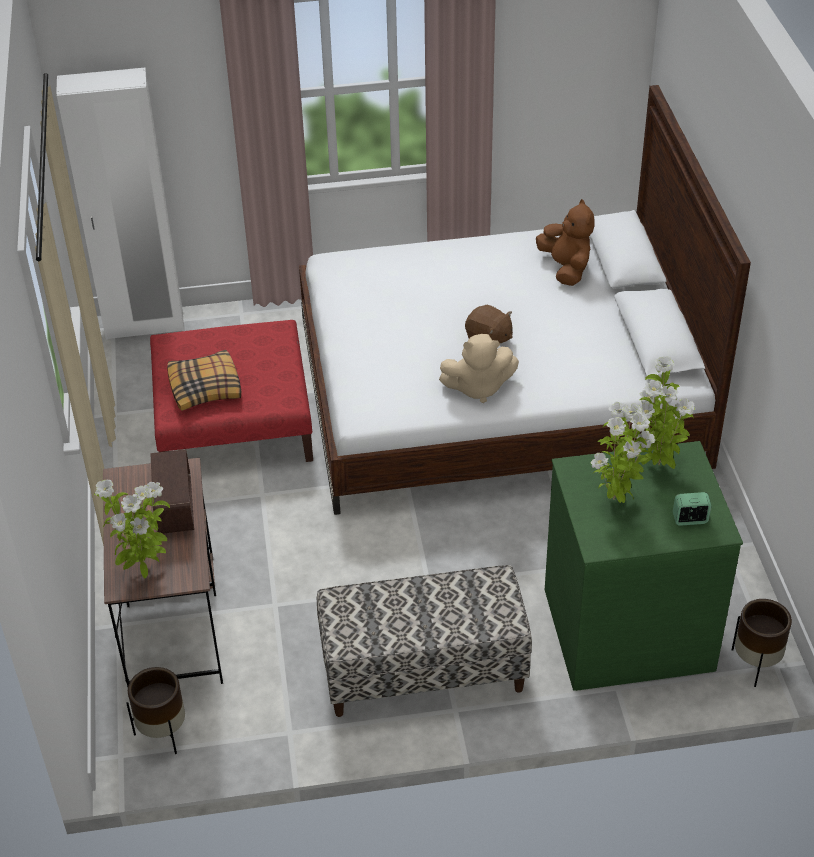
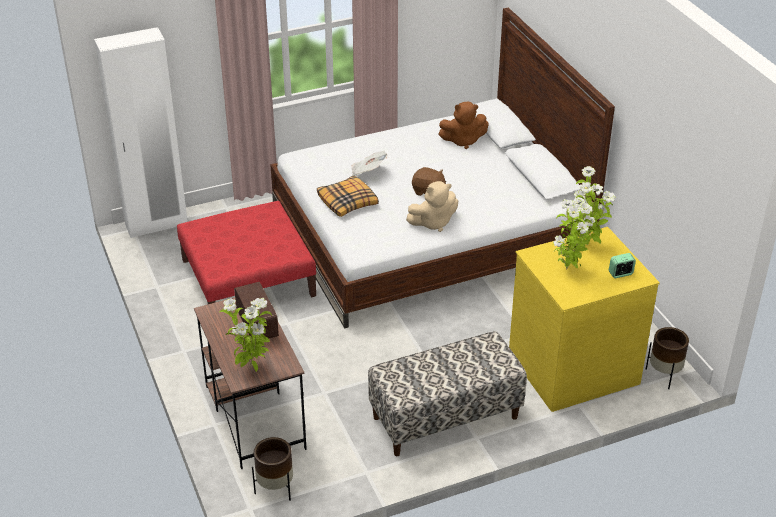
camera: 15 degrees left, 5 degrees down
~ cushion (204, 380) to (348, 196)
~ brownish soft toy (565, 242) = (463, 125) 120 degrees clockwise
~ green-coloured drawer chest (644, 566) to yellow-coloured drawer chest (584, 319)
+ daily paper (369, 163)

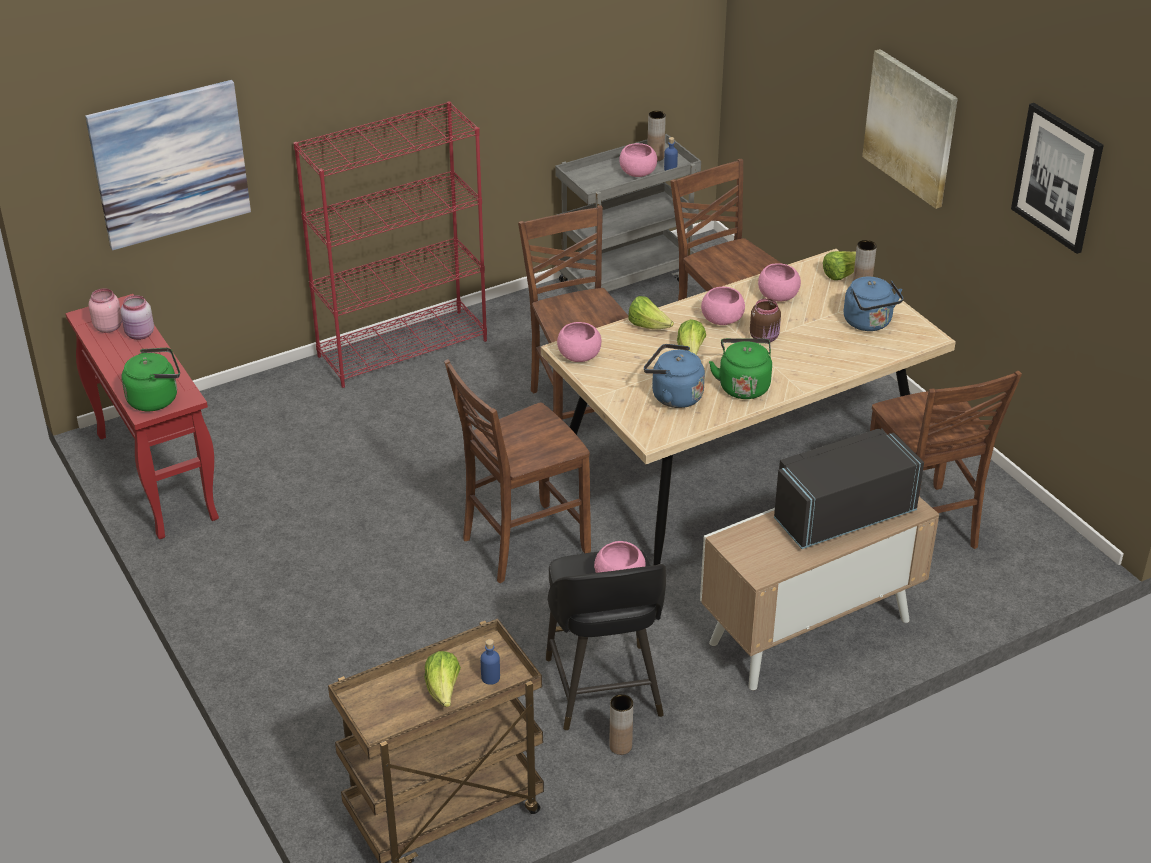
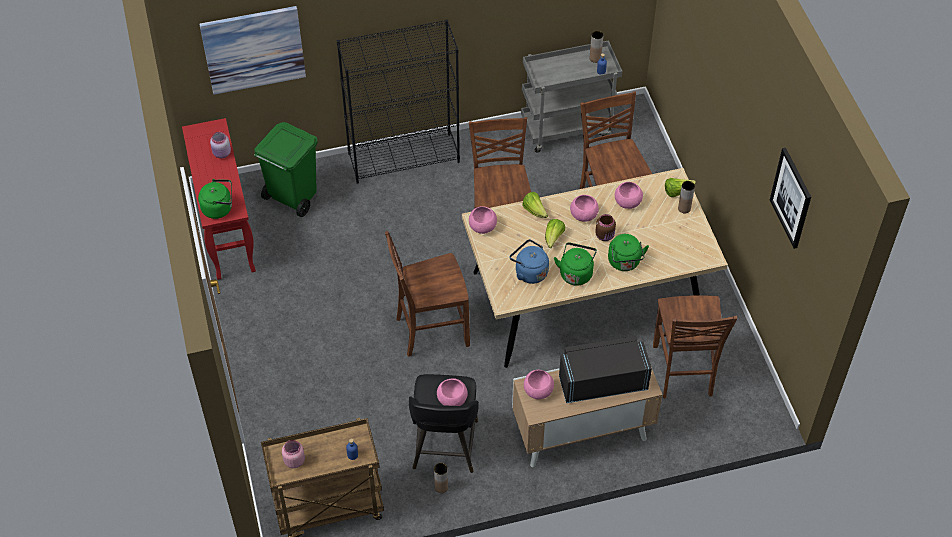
camera: 15 degrees right, 15 degrees up
~ pink preserve jar (105, 310) to (293, 454)
~ red-coloured shelving unit (390, 244) to black shelving unit (398, 102)
- lettuce head (442, 679)
~ pink bowl (638, 160) to (539, 384)
- blue tea kettle (873, 303)
- wall picture (910, 129)
+ green-coloured trash can (286, 169)
+ green-coloured tea kettle (628, 252)

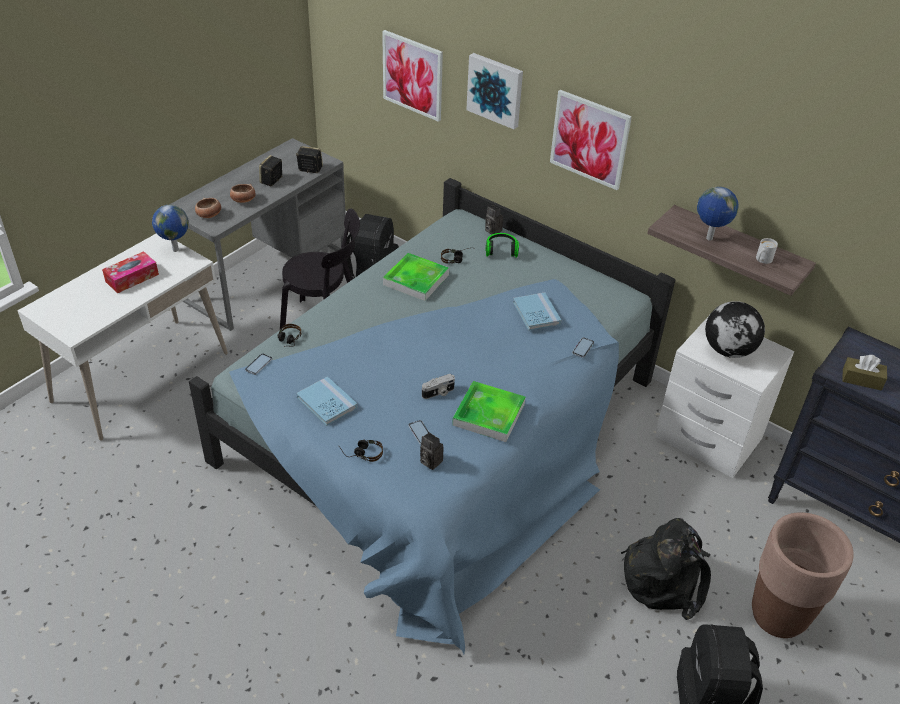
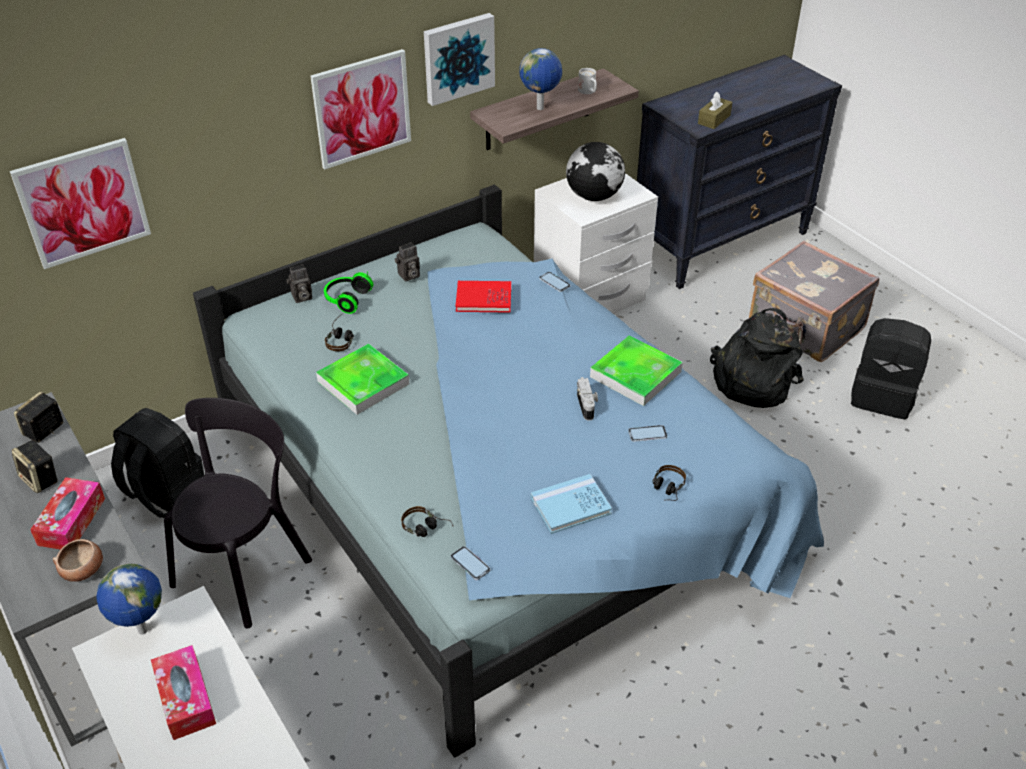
camera: 70 degrees left, 0 degrees up
~ bowl (243, 193) to box of tissues (67, 513)
~ still camera (432, 451) to (407, 262)
~ wall picture (494, 91) to (459, 59)
~ blue book (537, 312) to red-coloured book (483, 297)
~ brownish plant pot (803, 575) to gray suitcase (814, 301)

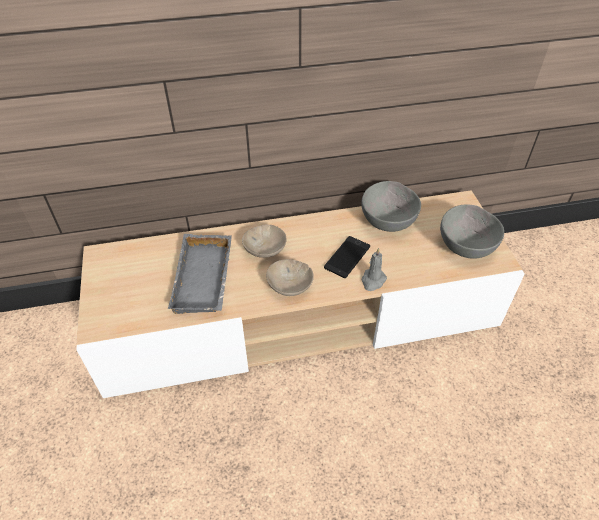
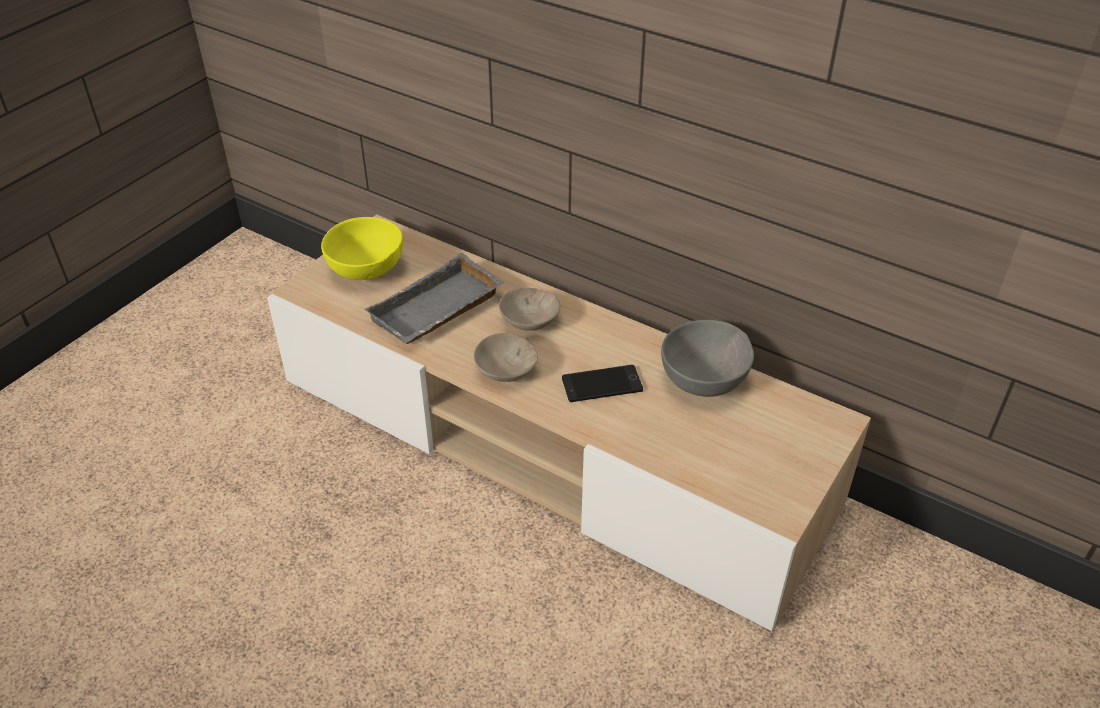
camera: 45 degrees right, 5 degrees down
- gray candle (374, 269)
- gray bowl (472, 231)
+ yellow-coloured bowl (362, 248)

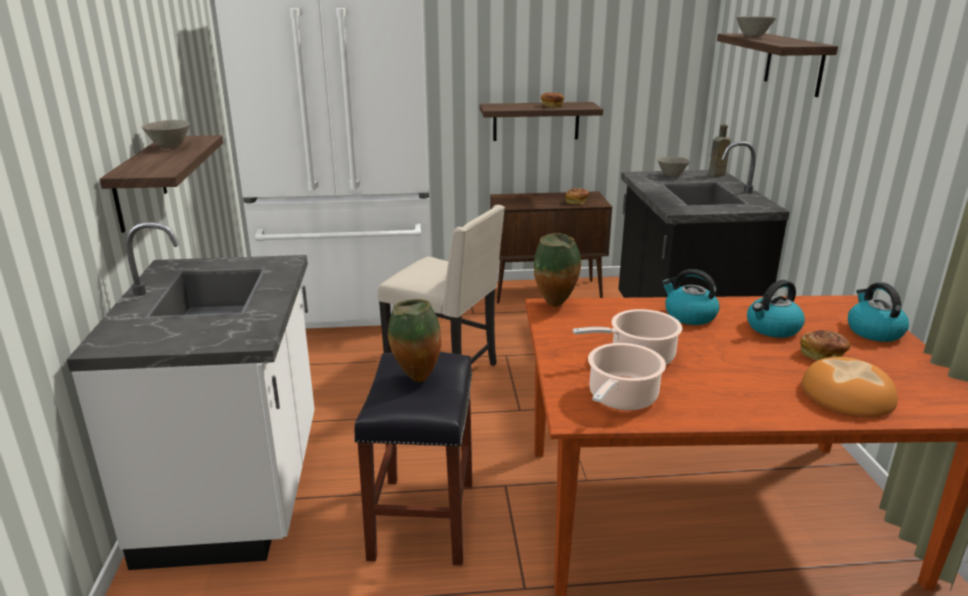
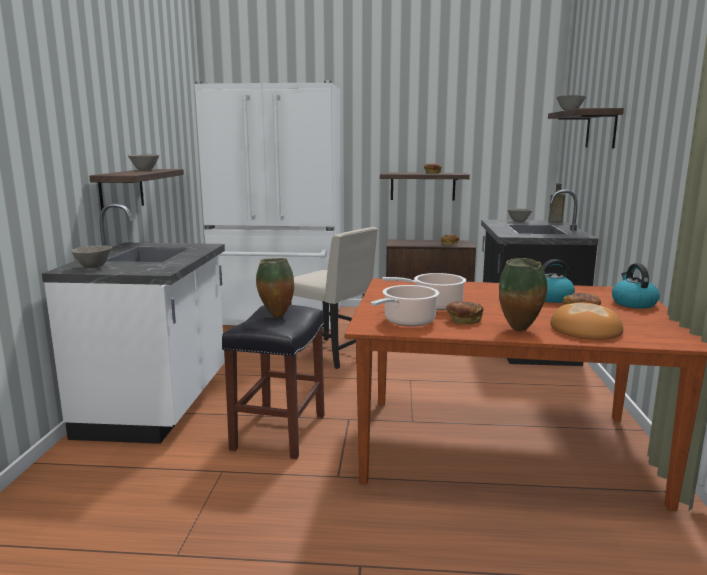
camera: 10 degrees right, 10 degrees down
~ vase (557, 270) to (523, 295)
- tea kettle (690, 297)
+ gray bowl (91, 256)
+ baked bread (464, 313)

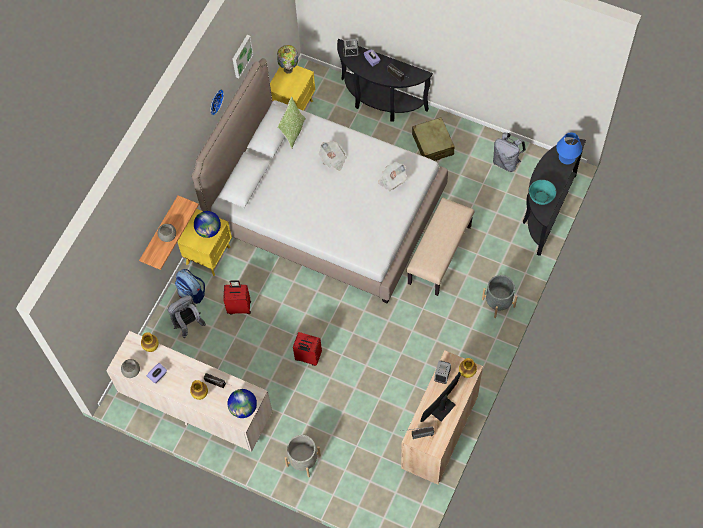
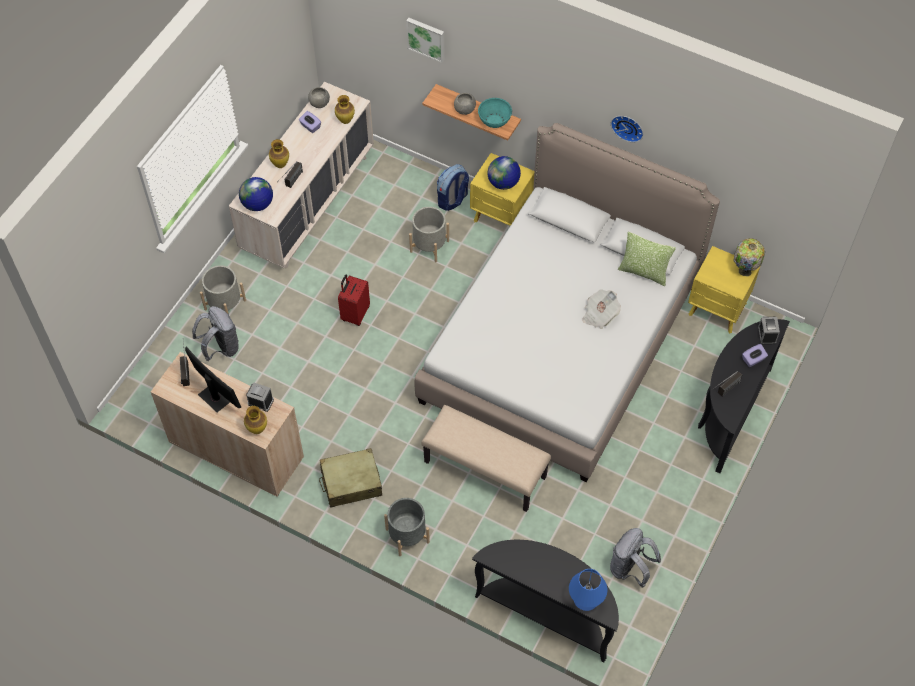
camera: 90 degrees right, 5 degrees down
~ gray knapsack (187, 316) to (215, 333)
~ red-coloured suitcase (237, 297) to gray plant pot (429, 234)
~ wall picture (243, 56) to (425, 40)
- daily paper (392, 176)
~ sand-coloured suitcase (433, 139) to (350, 478)
~ blue-green bowl (542, 192) to (495, 113)

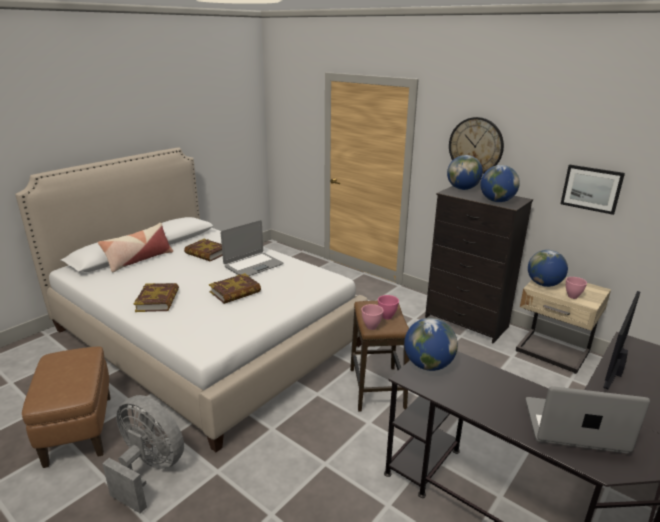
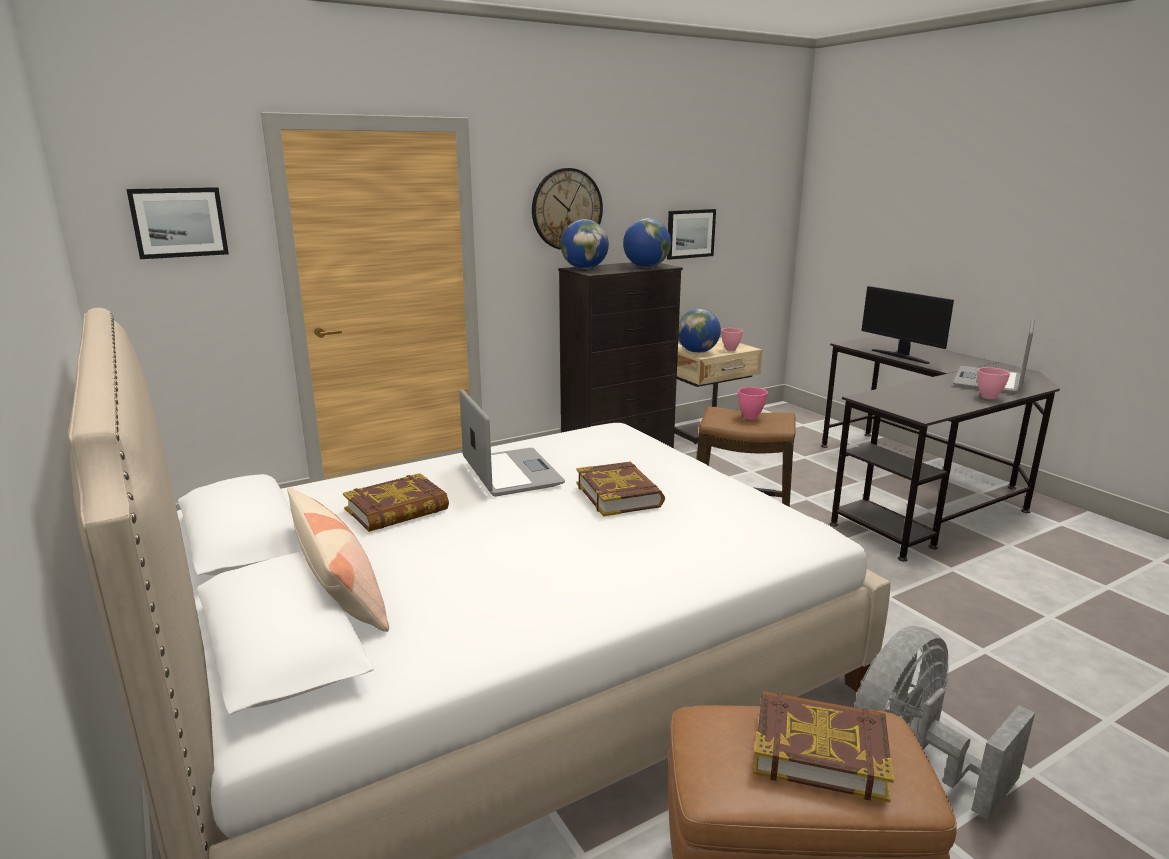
camera: 70 degrees left, 5 degrees down
~ book (156, 297) to (823, 747)
~ pink bowl (372, 317) to (993, 383)
- desk globe (431, 344)
+ wall picture (177, 223)

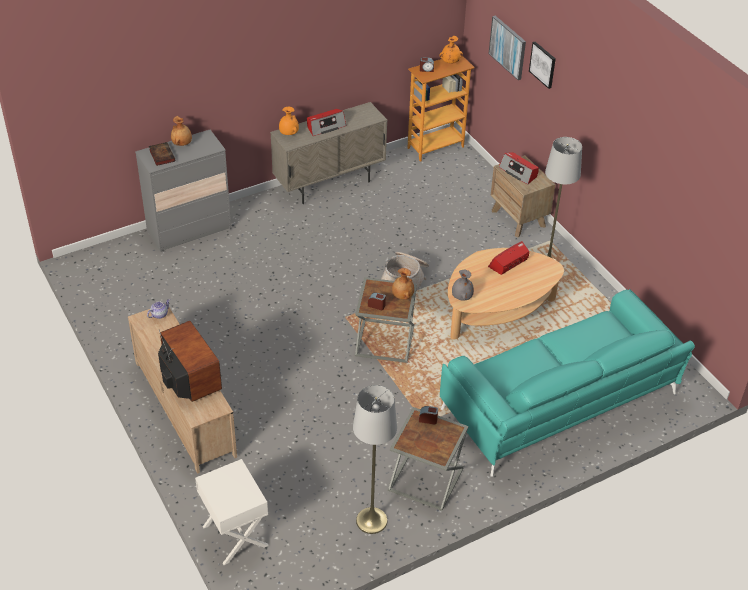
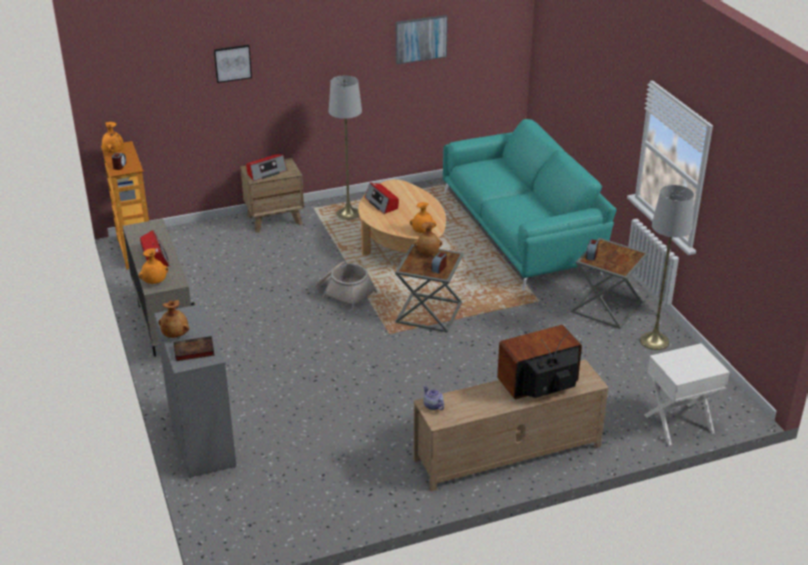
camera: 80 degrees left, 10 degrees down
~ gray vase (463, 285) to orange-coloured vase (423, 217)
~ wall picture (507, 48) to (422, 39)

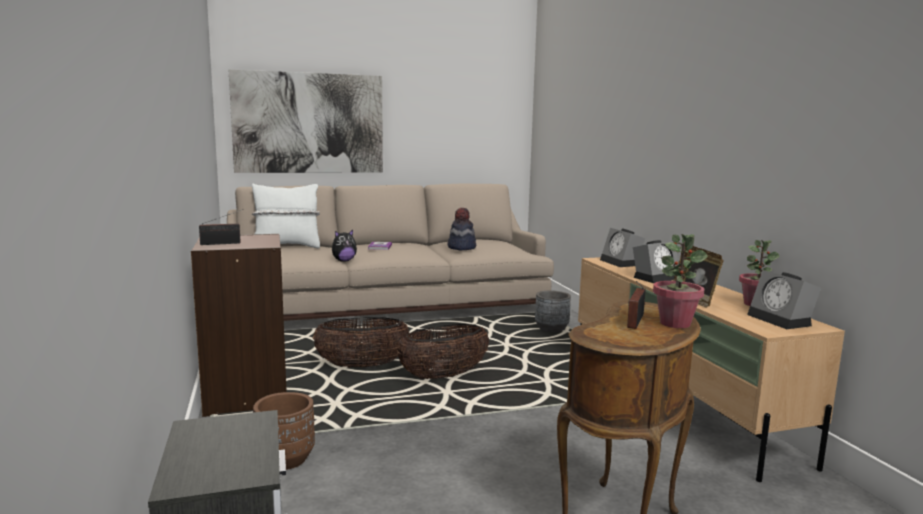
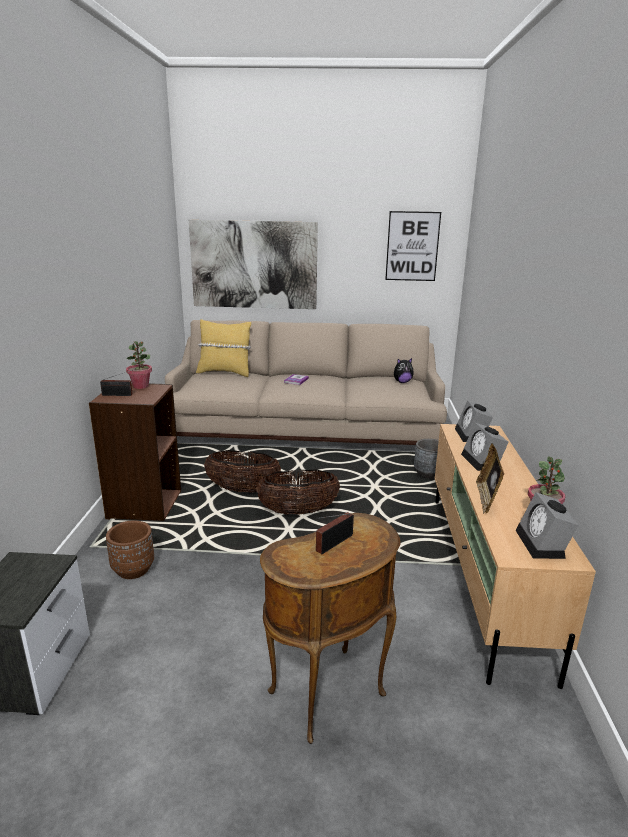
camera: 20 degrees right, 10 degrees up
~ whitish cushion (286, 216) to yellow-coloured cushion (223, 348)
~ soft toy (344, 246) to (404, 370)
- clothing hat (461, 229)
~ bedside clock (655, 261) = (484, 447) 90 degrees clockwise
~ houseplant (680, 281) to (139, 365)
+ wall picture (413, 246)

